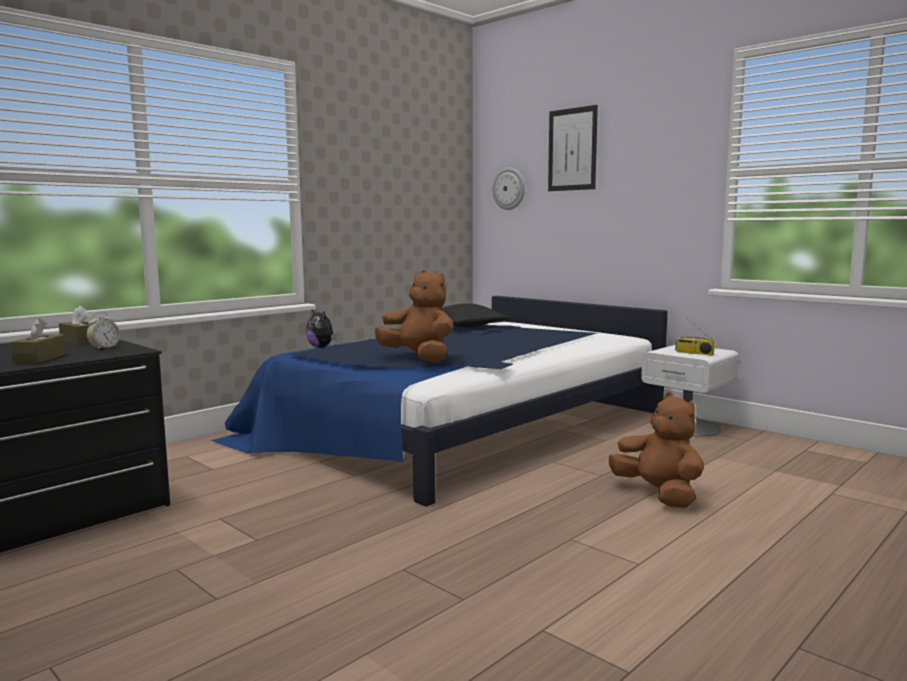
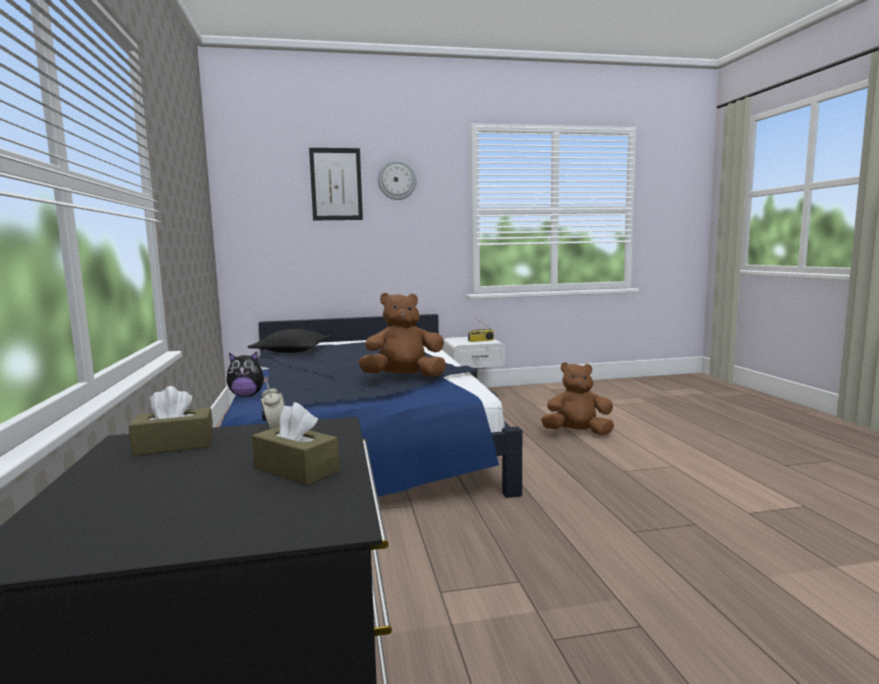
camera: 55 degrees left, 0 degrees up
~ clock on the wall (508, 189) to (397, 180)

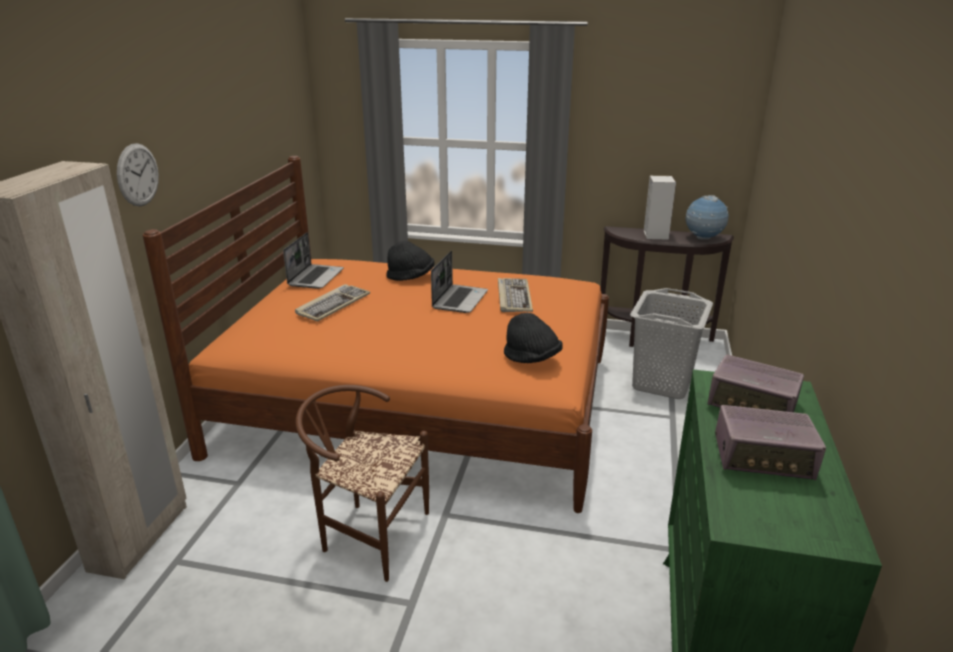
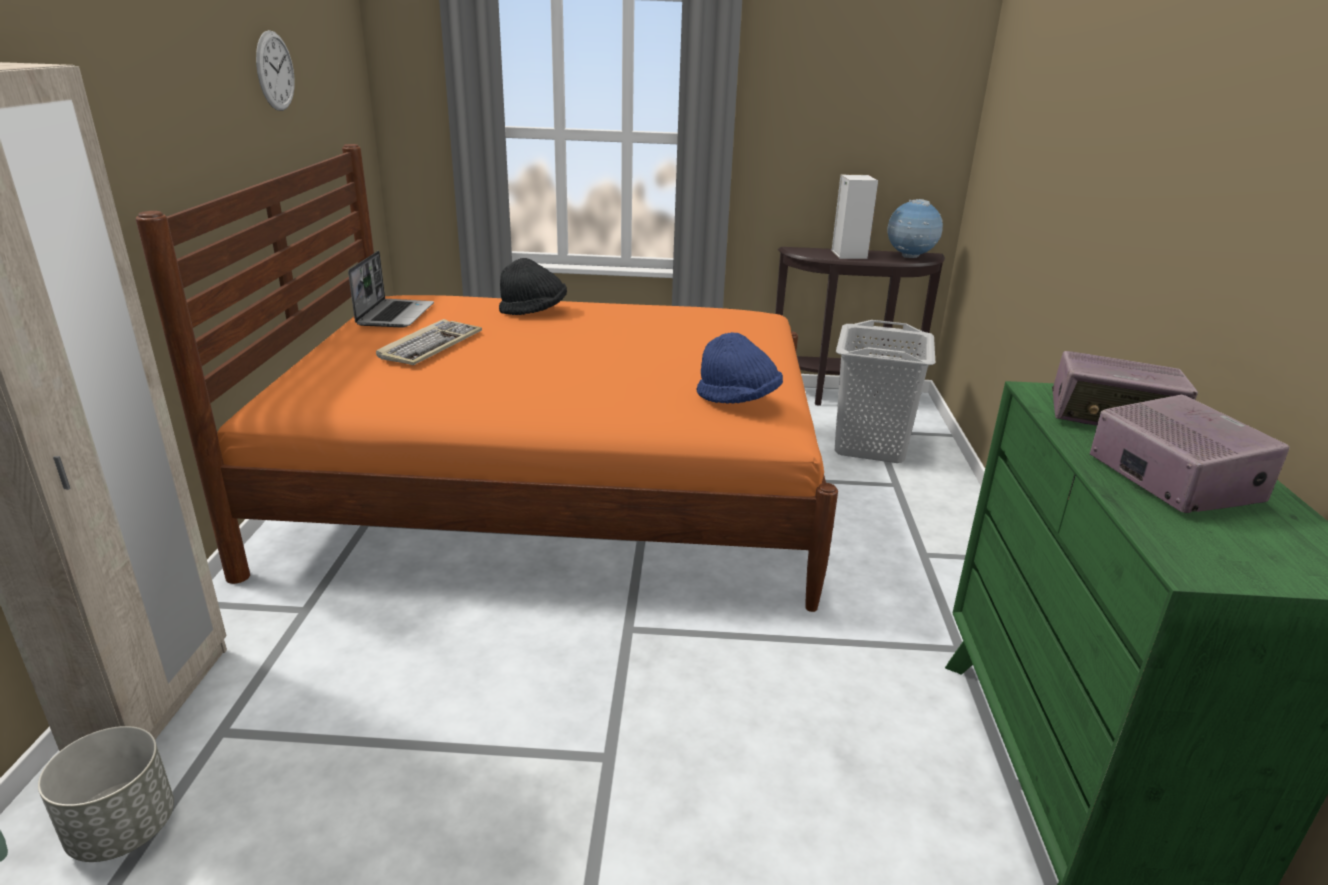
camera: 10 degrees left, 0 degrees up
~ clock on the wall (138, 174) to (275, 70)
- brownish upright chair (362, 483)
- notebook computer (459, 282)
- PC keyboard (515, 295)
~ black clothing hat (533, 338) to blue clothing hat (739, 368)
~ radio set (770, 442) = (1190, 454) 105 degrees counterclockwise
+ gray plant pot (106, 794)

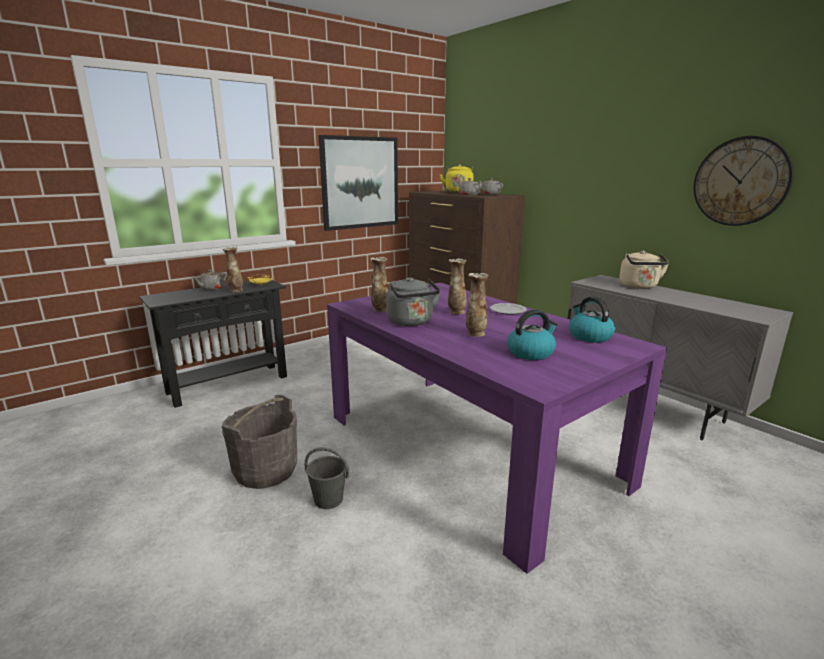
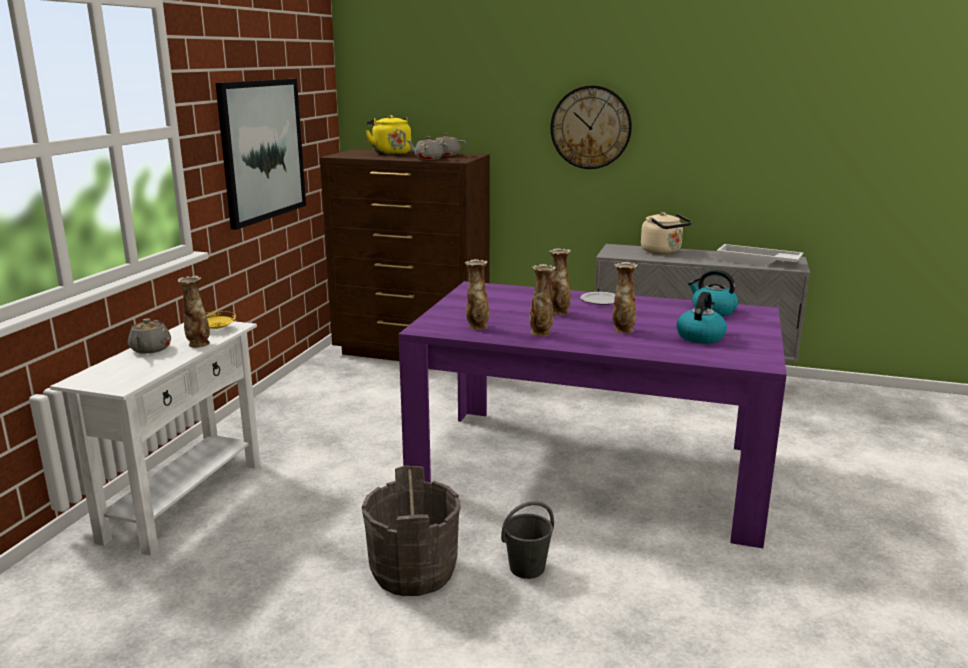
camera: 35 degrees left, 0 degrees up
~ black hall table (213, 344) to whitish hall table (155, 438)
~ gray tea kettle (413, 301) to vase (542, 300)
~ clock on the wall (743, 181) to (591, 127)
+ whitish carrying tray (760, 255)

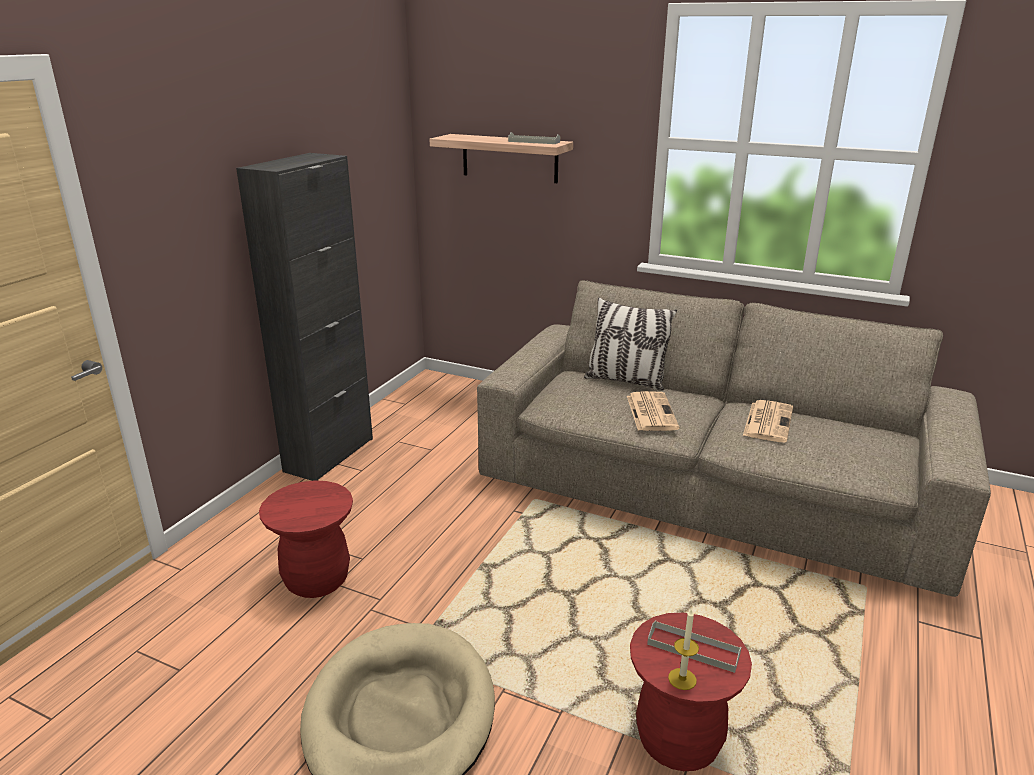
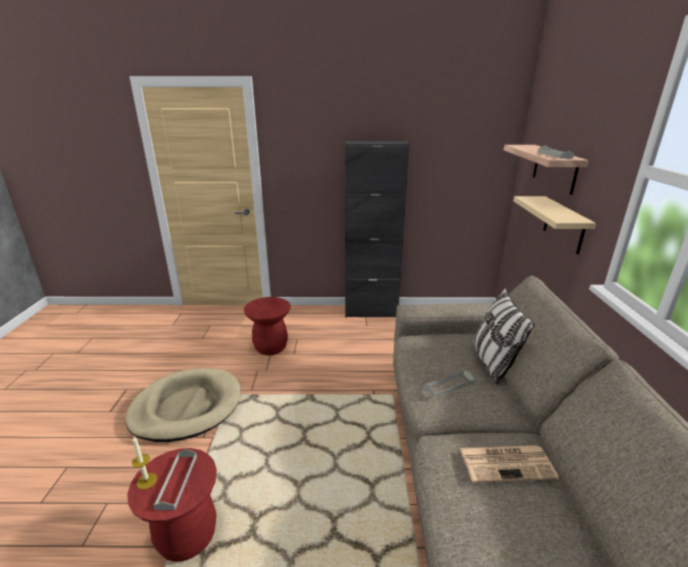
camera: 65 degrees right, 0 degrees up
~ daily paper (653, 411) to gray carrying tray (449, 383)
+ sand-coloured bracket shelf (554, 225)

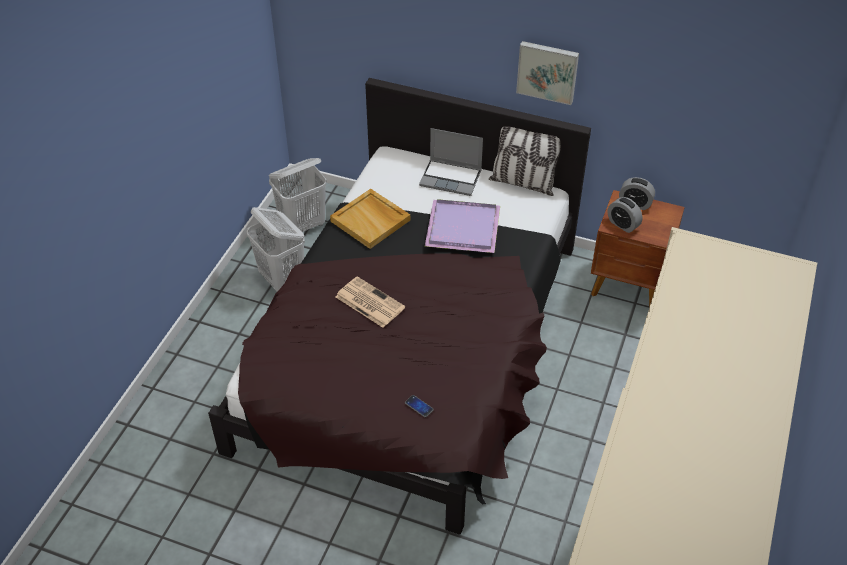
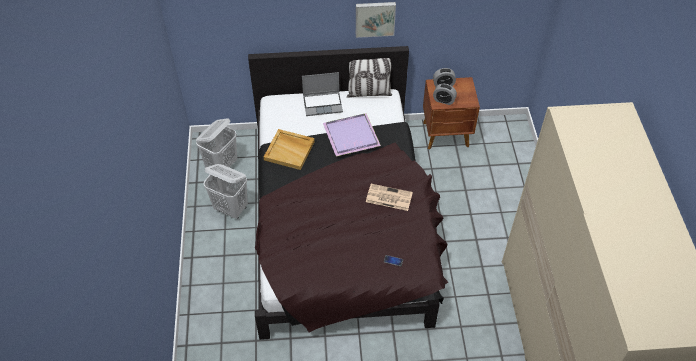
camera: 25 degrees left, 5 degrees up
~ daily paper (370, 302) to (389, 197)

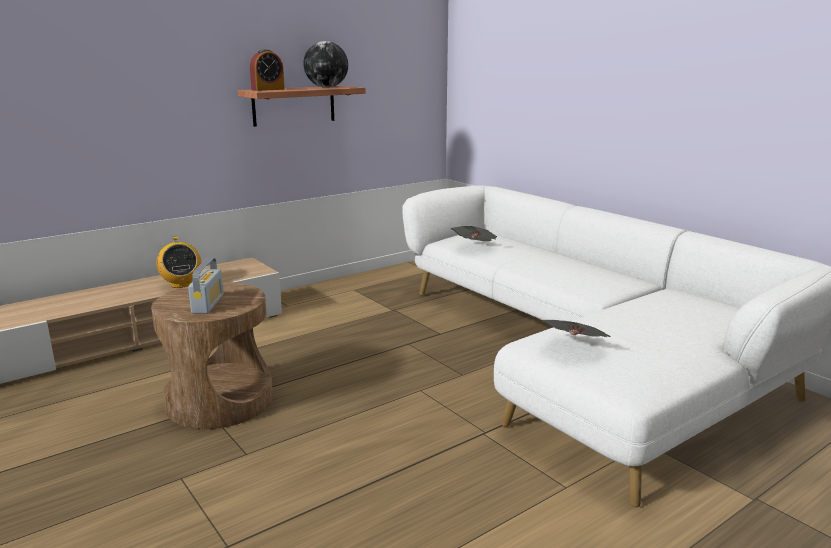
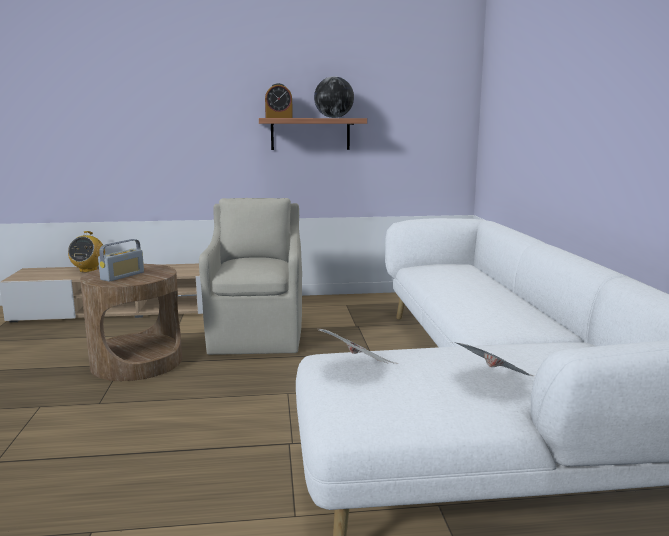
camera: 30 degrees right, 5 degrees down
~ radio set (178, 262) to (86, 252)
~ daily paper (474, 233) to (493, 359)
+ sand-coloured armchair (250, 276)

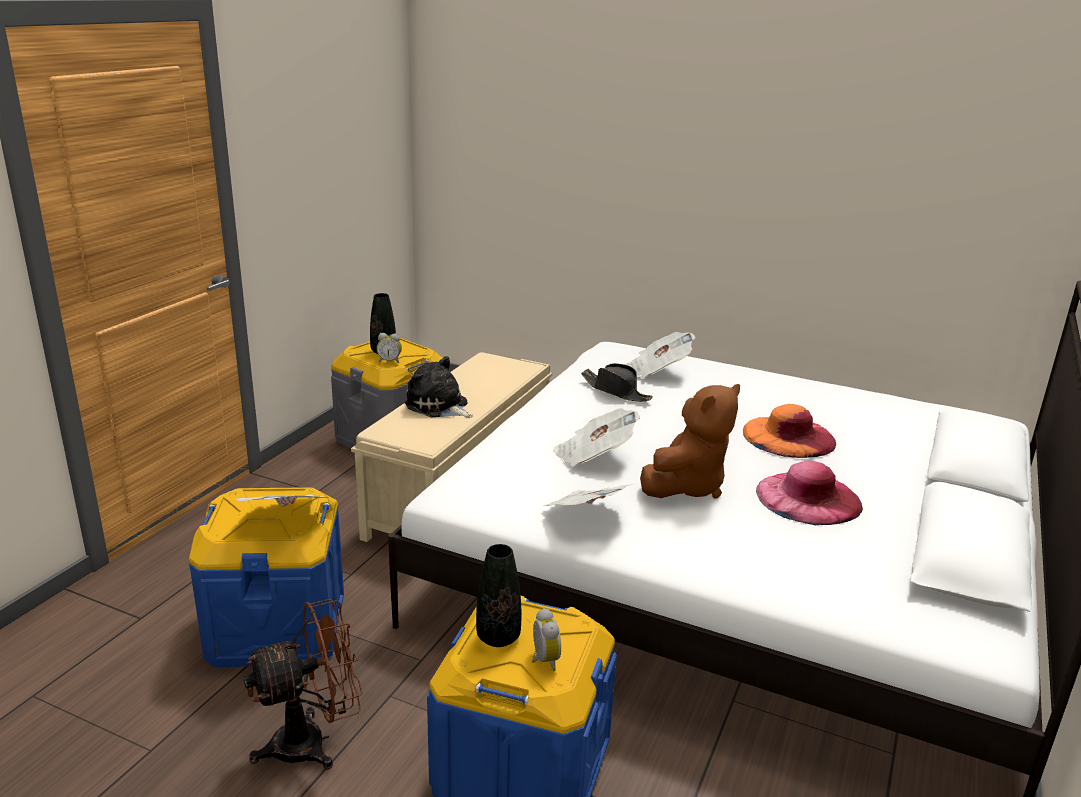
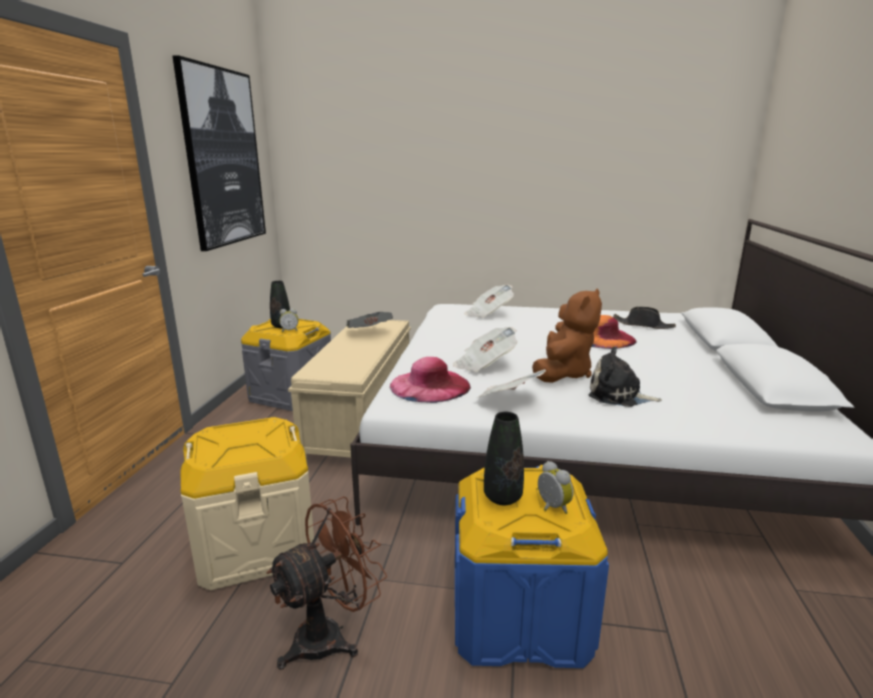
camera: 15 degrees left, 5 degrees down
~ blue storage container (266, 577) to sand-coloured storage container (247, 503)
~ daily paper (282, 500) to (369, 320)
~ soft toy (439, 386) to (625, 376)
~ black clothing hat (617, 382) to (644, 318)
~ pink clothing hat (809, 493) to (430, 380)
+ wall picture (219, 153)

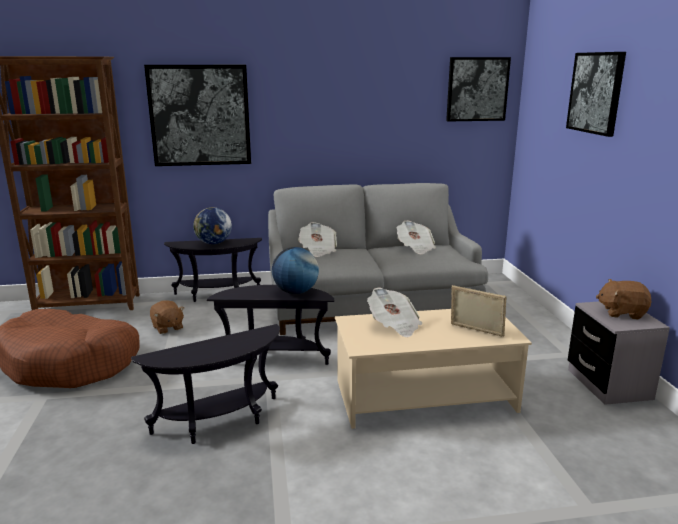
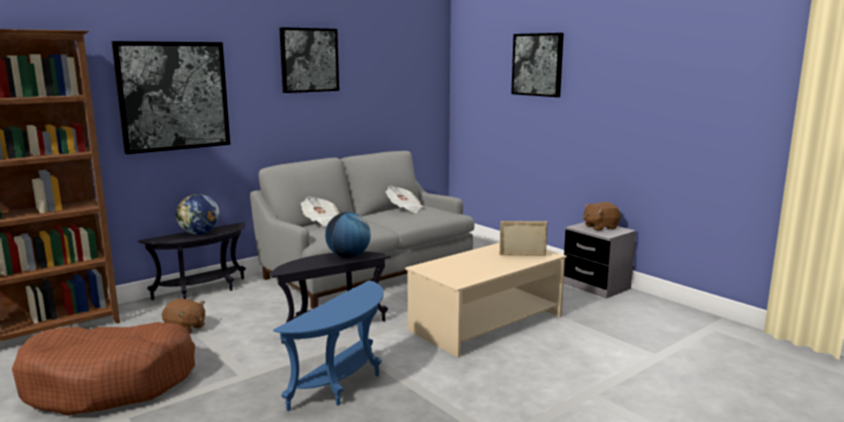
camera: 30 degrees left, 5 degrees down
~ black accent table (205, 384) to blue accent table (328, 345)
- daily paper (394, 313)
~ wall picture (478, 89) to (309, 60)

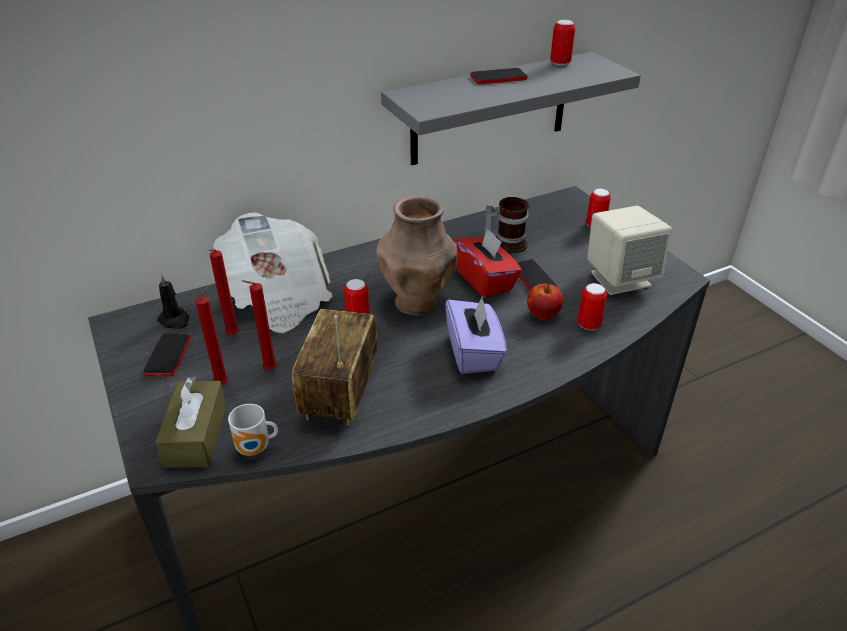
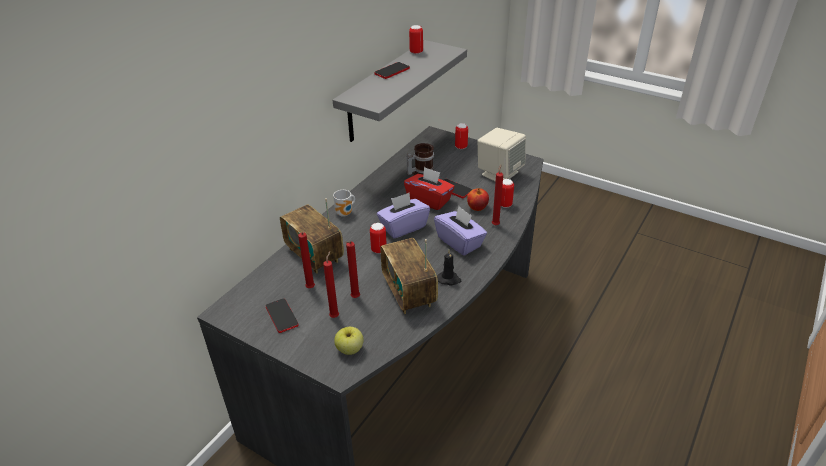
camera: 30 degrees left, 0 degrees up
~ brownish box of tissues (190, 422) to apple fruit (349, 341)
~ black candle (173, 301) to (449, 267)
~ daily paper (272, 272) to radio set (312, 236)
~ mug (253, 430) to (344, 203)
~ brownish vase (417, 256) to purple-coloured box of tissues (403, 216)
+ red-coloured candle (497, 195)

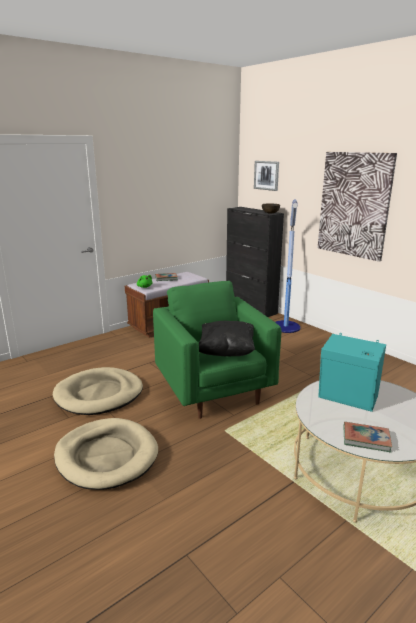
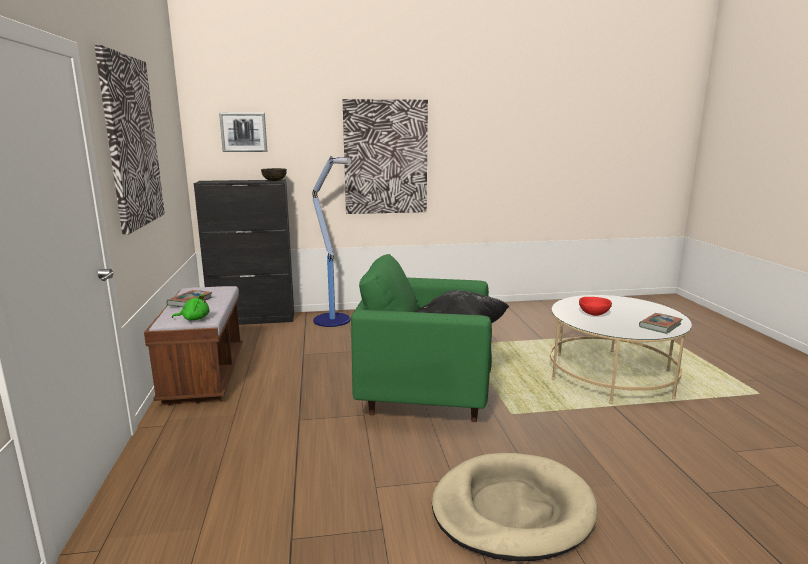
camera: 60 degrees left, 5 degrees down
- sand-coloured dog bed (98, 391)
~ blue-green loudspeaker (352, 372) to red-coloured bowl (595, 306)
+ wall picture (129, 140)

